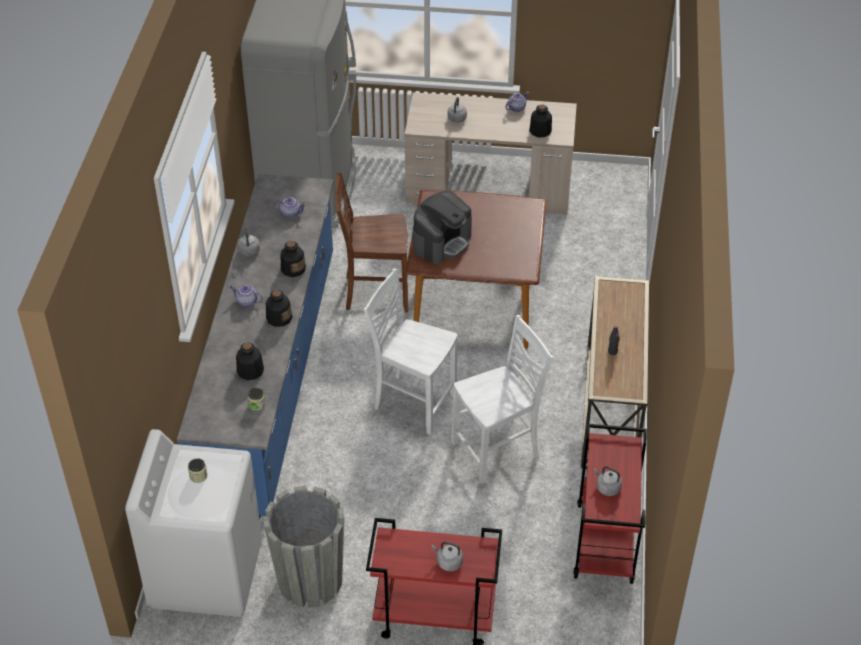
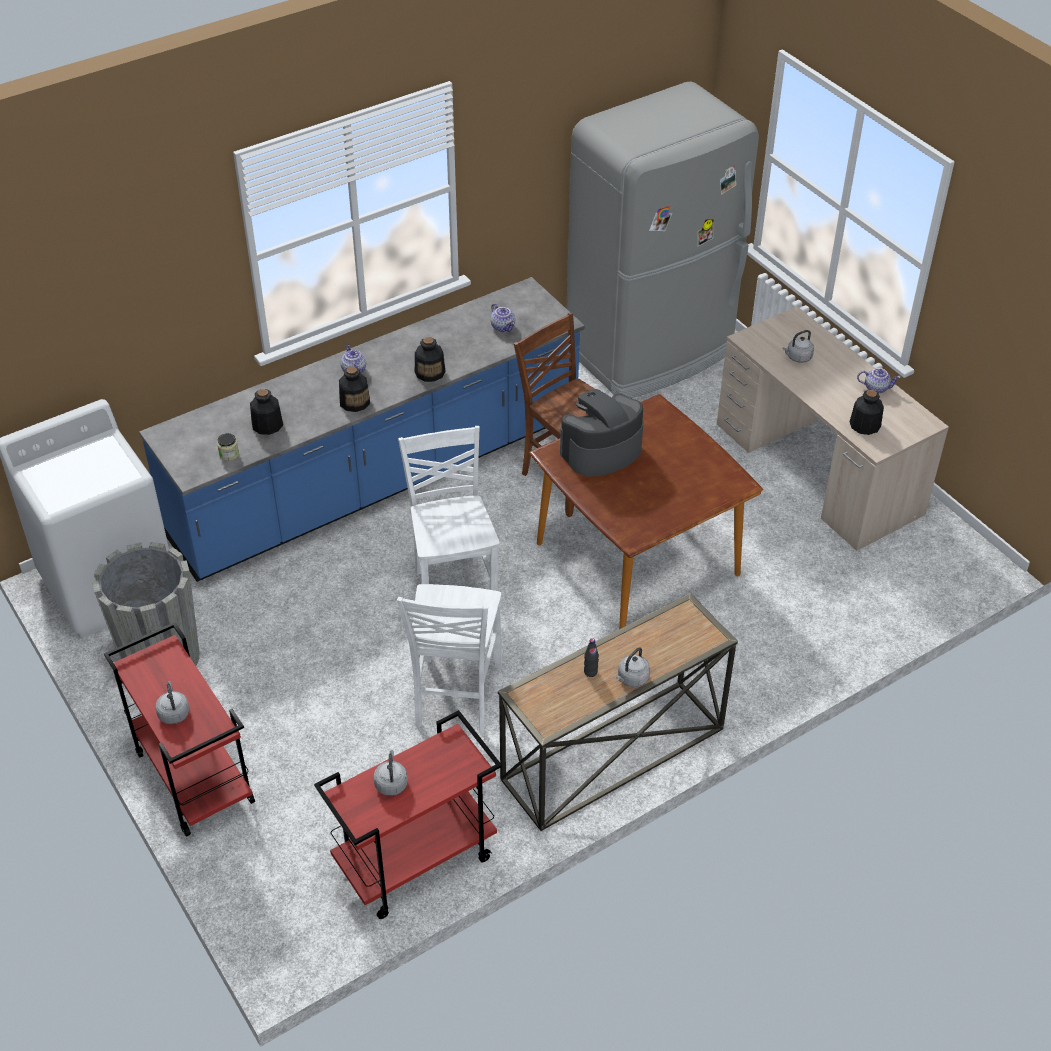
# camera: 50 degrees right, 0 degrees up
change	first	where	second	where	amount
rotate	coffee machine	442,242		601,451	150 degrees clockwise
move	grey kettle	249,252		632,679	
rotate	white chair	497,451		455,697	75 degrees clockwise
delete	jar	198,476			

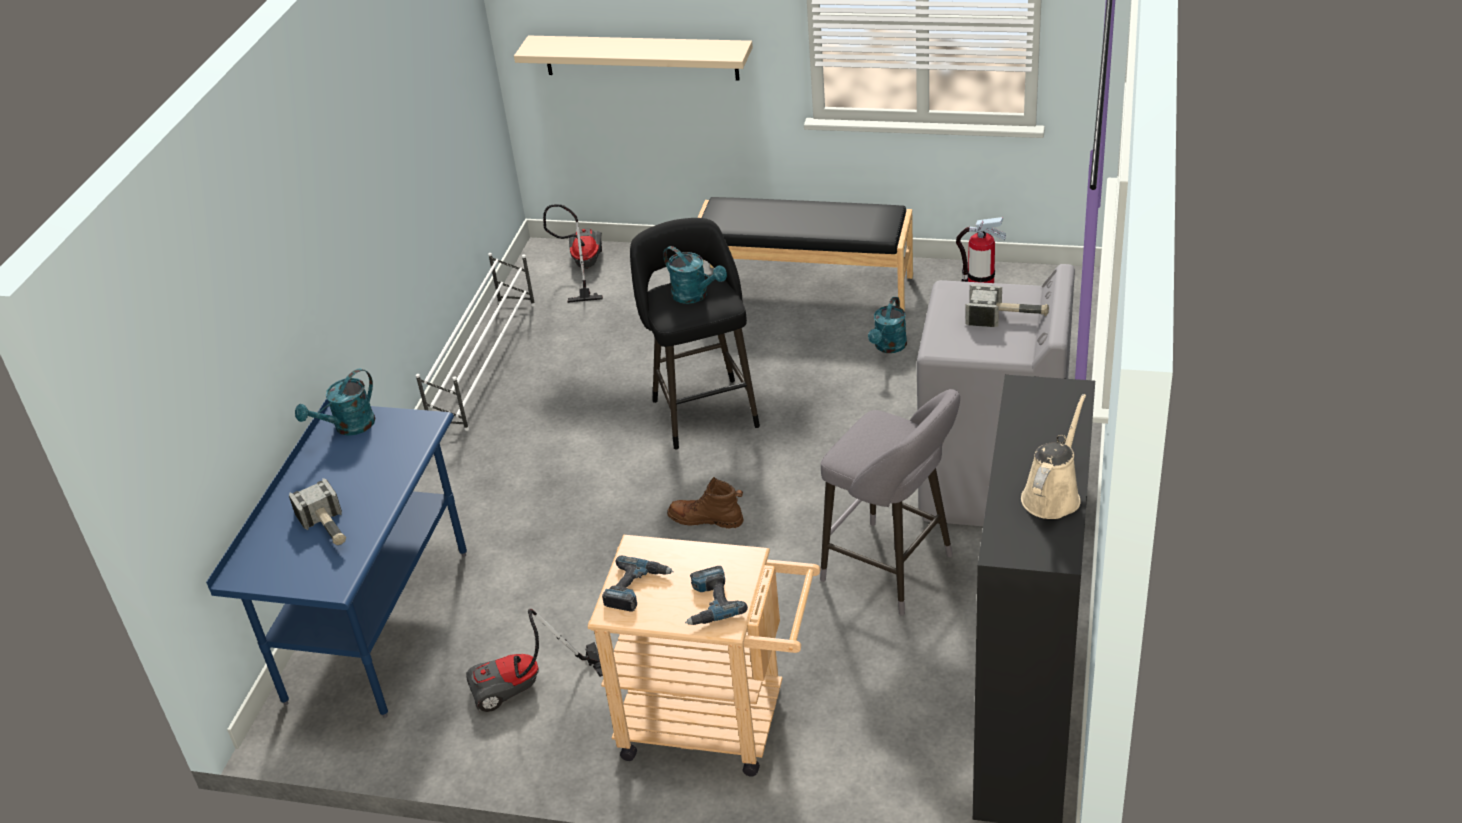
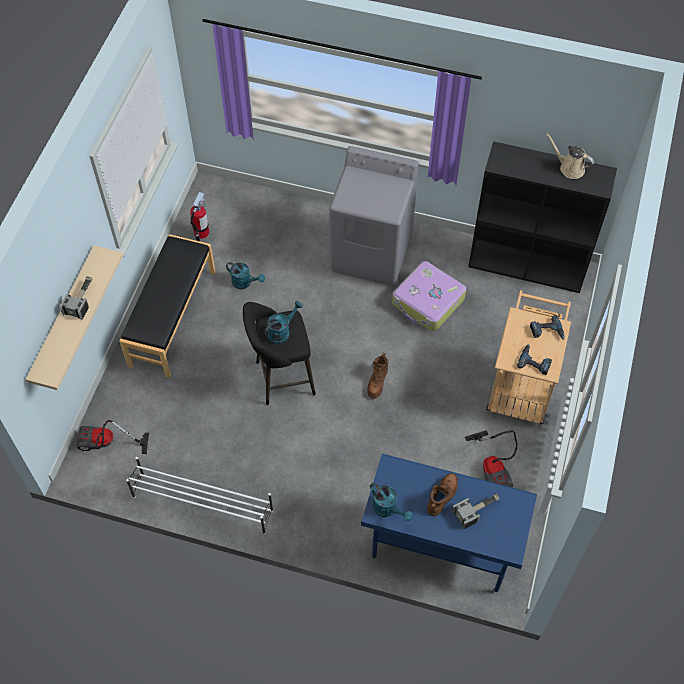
# camera: 90 degrees left, 20 degrees up
change	first	where	second	where	amount
move	hammer	1007,317		81,299	
replace	grey stool	893,570	suitcase	428,302	
insert			brown boot	442,496	

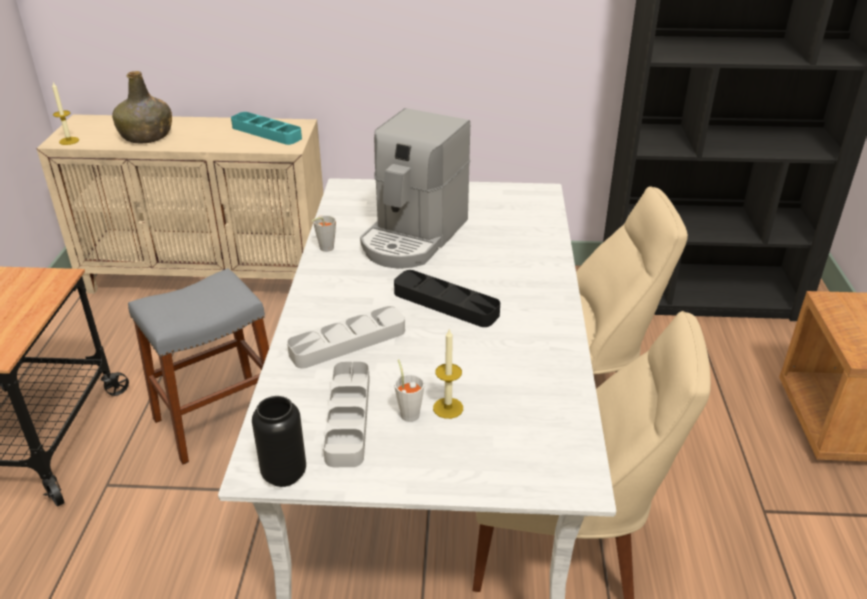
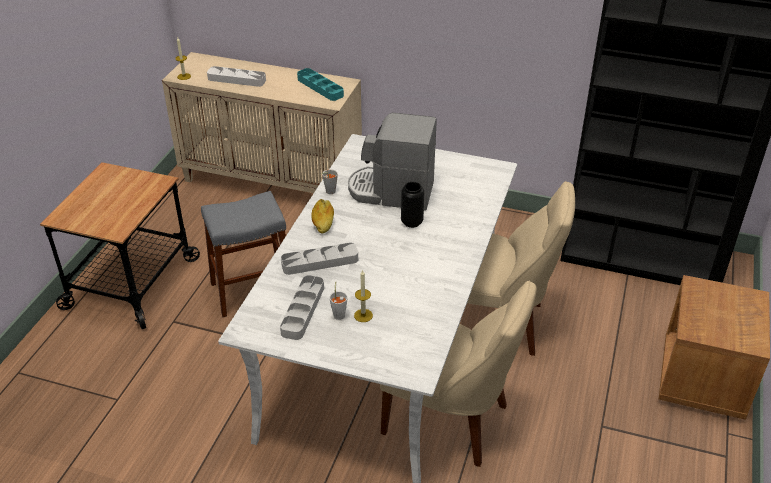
# camera: 15 degrees right, 5 degrees up
change	first	where	second	where	amount
replace	green bottle	147,136	white tray	236,79	
rotate	coffee machine	413,237		391,192	60 degrees clockwise
delete	black tray	445,303			
move	black vase	284,474		412,222	
insert			bread	323,221	

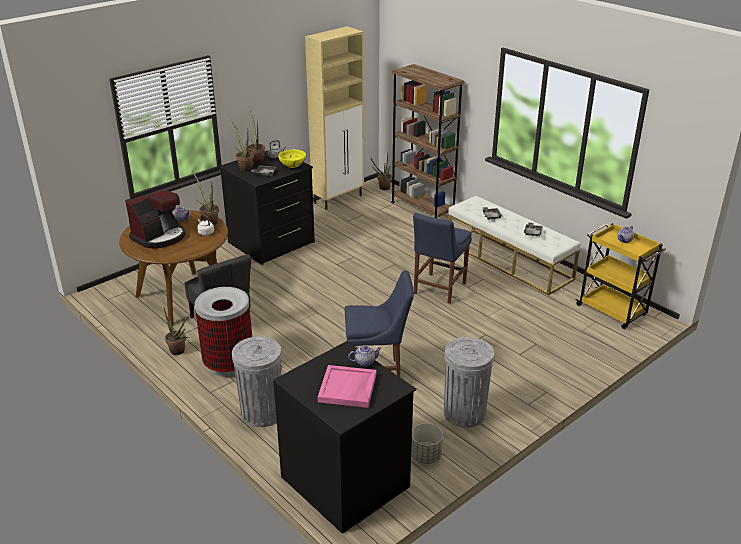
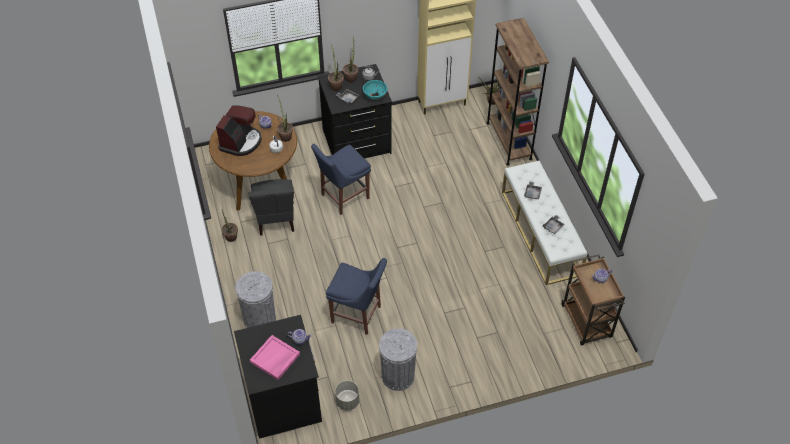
# camera: 25 degrees right, 20 degrees up
change	first	where	second	where	amount
recolor	yellow bowl	292,166	turquoise bowl	375,96	
rotate	coffee machine	159,237		241,142	45 degrees counterclockwise
move	blue chair	438,289		343,197	
recolor	yellow cart	612,311	brown cart	586,322	
delete	trash can	229,364			

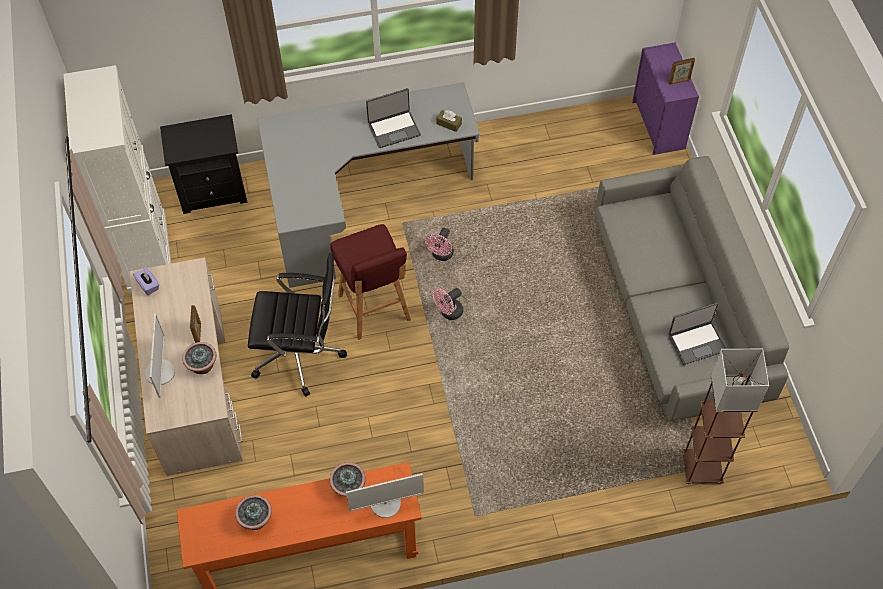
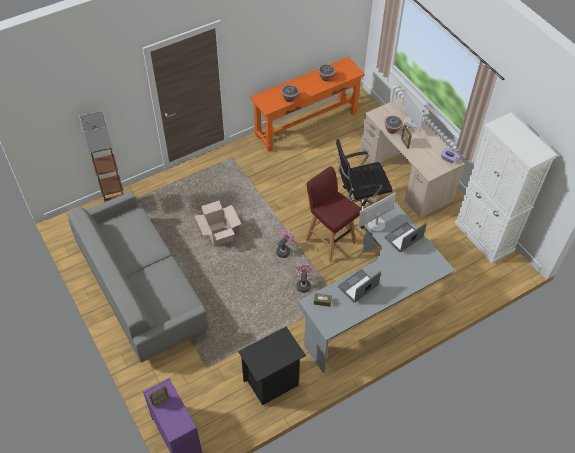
# camera: 160 degrees right, 5 degrees down
change	first	where	second	where	amount
move	black nightstand	213,191		272,383	
move	laptop	696,342		404,238	
move	monitor	386,503		375,224	
insert			cardboard box	218,234	

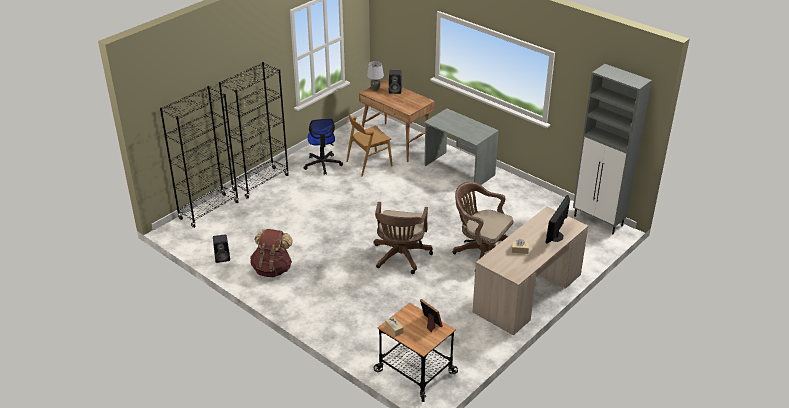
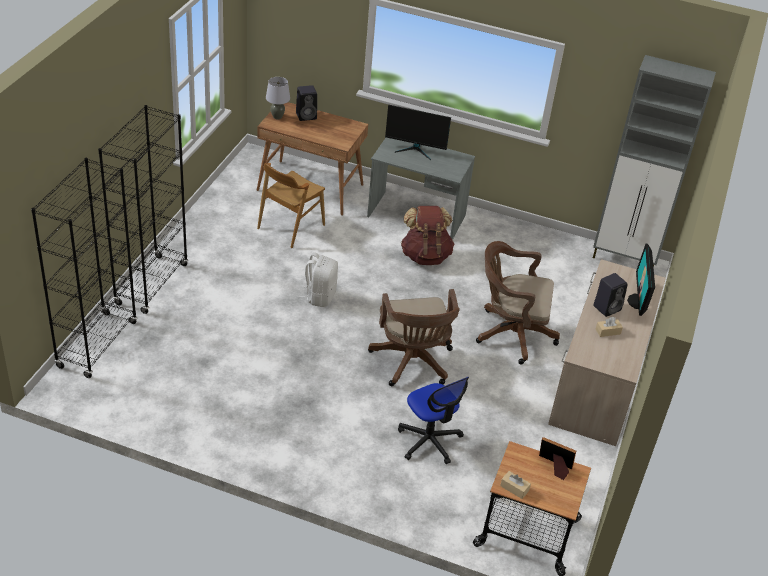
# camera: 25 degrees left, 5 degrees up
change	first	where	second	where	amount
move	office chair	323,164		429,441	
move	brown backpack	272,269		425,255	
move	black speaker	223,257		607,307	
insert			monitor	415,150	
insert			white backpack	320,296	

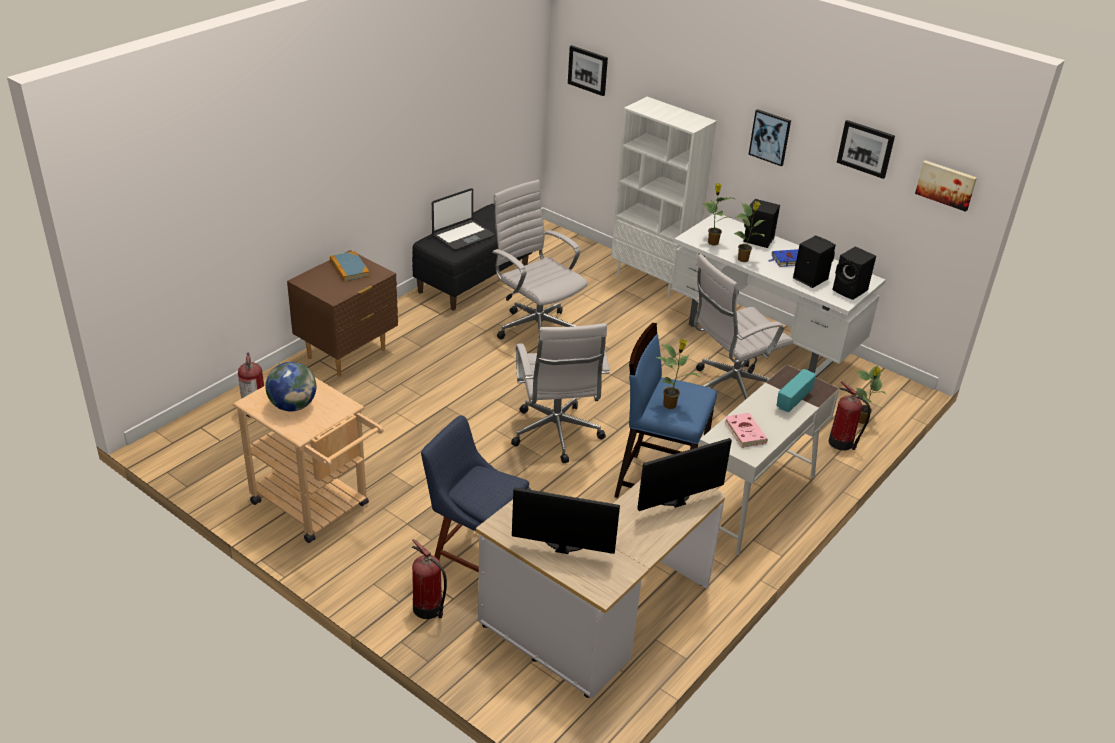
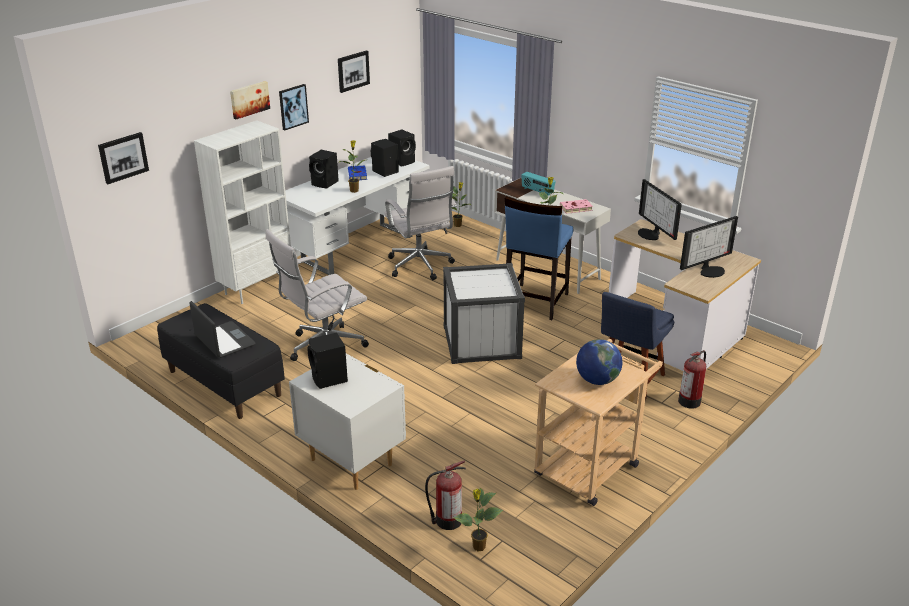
# camera: 85 degrees left, 5 degrees down
change	first	where	second	where	amount
move	picture	946,185		249,99	
move	potted plant	712,242		478,547	
recolor	brown nightstand	347,354	white nightstand	352,462	
replace	book	349,268	black speaker	329,379	
replace	white office chair	556,436	white storage box	482,342	
delete	fire extinguisher	842,443			
rotate	monitor	563,544		710,270	135 degrees counterclockwise

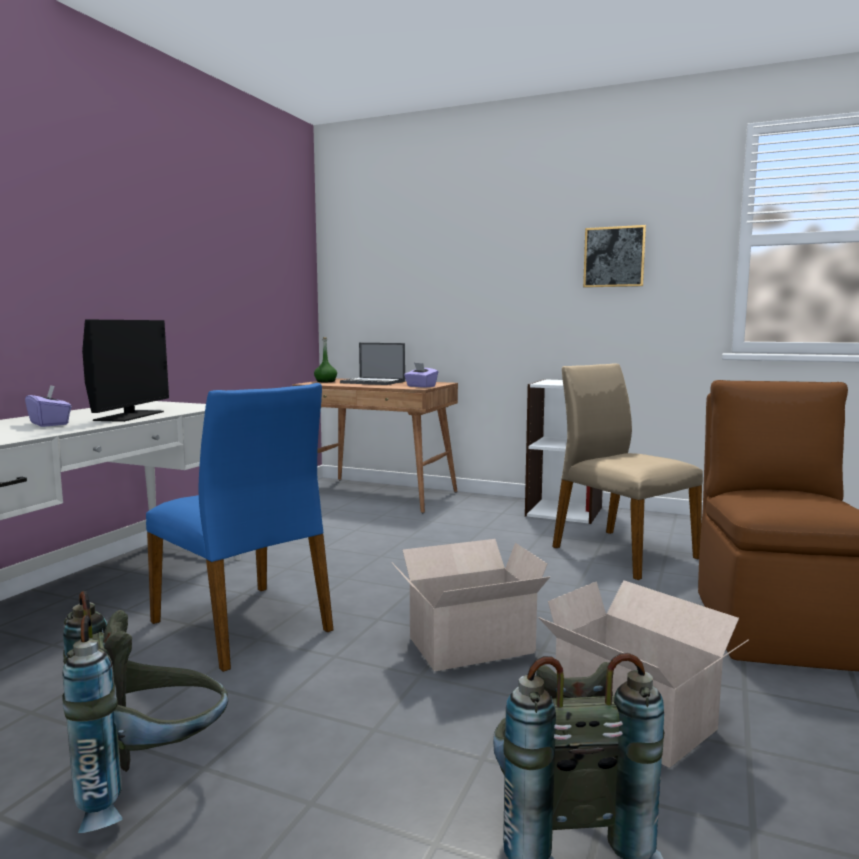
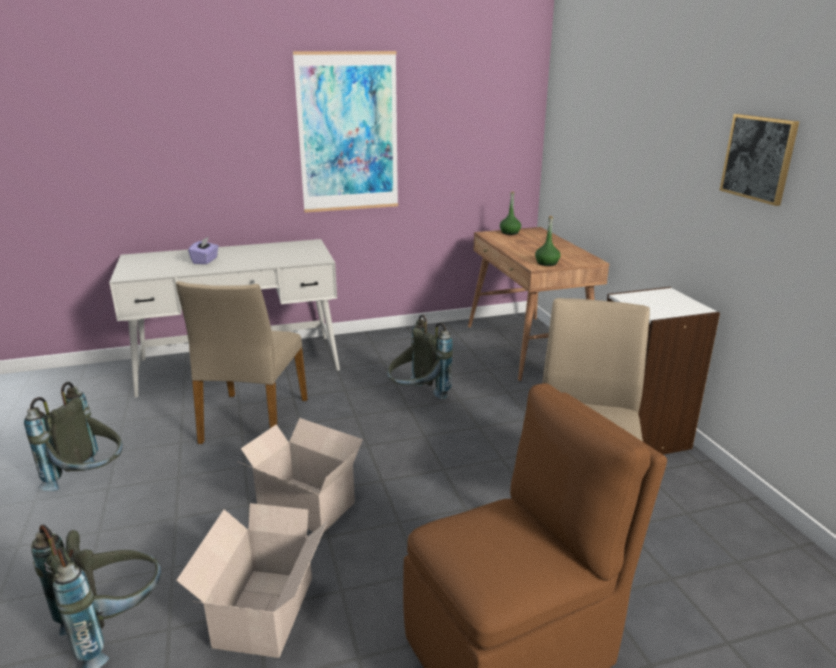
# camera: 50 degrees right, 15 degrees up
change	first	where	second	where	amount
delete	monitor	130,416			
delete	laptop	374,382			
replace	purple tissue box	420,386	green bottle	547,263	
recolor	blue chair	244,625	beige chair	253,420	
insert			picture	348,133	
insert			grey backpack	417,397	

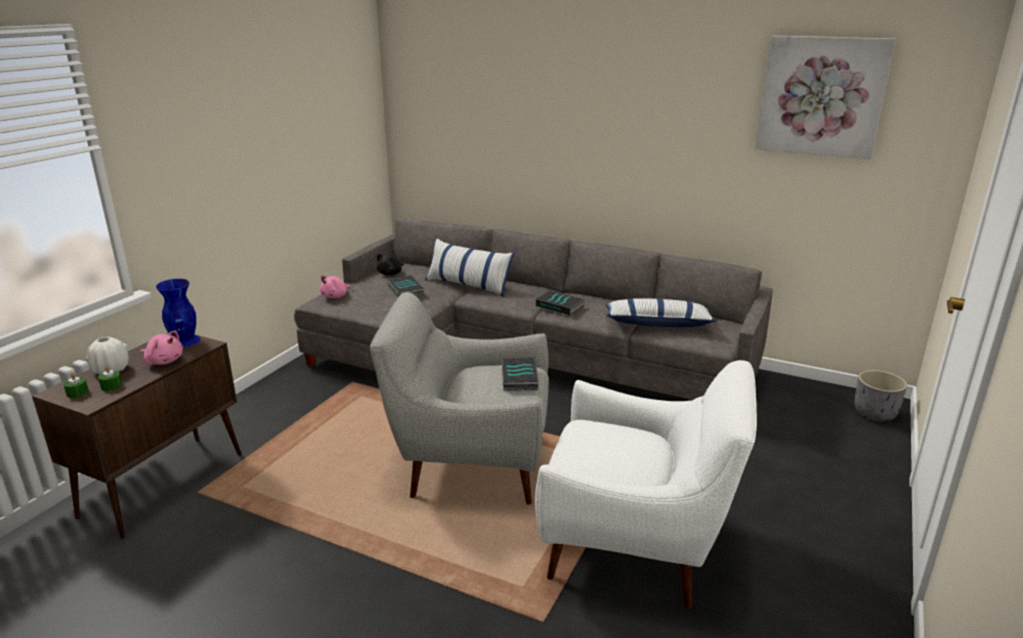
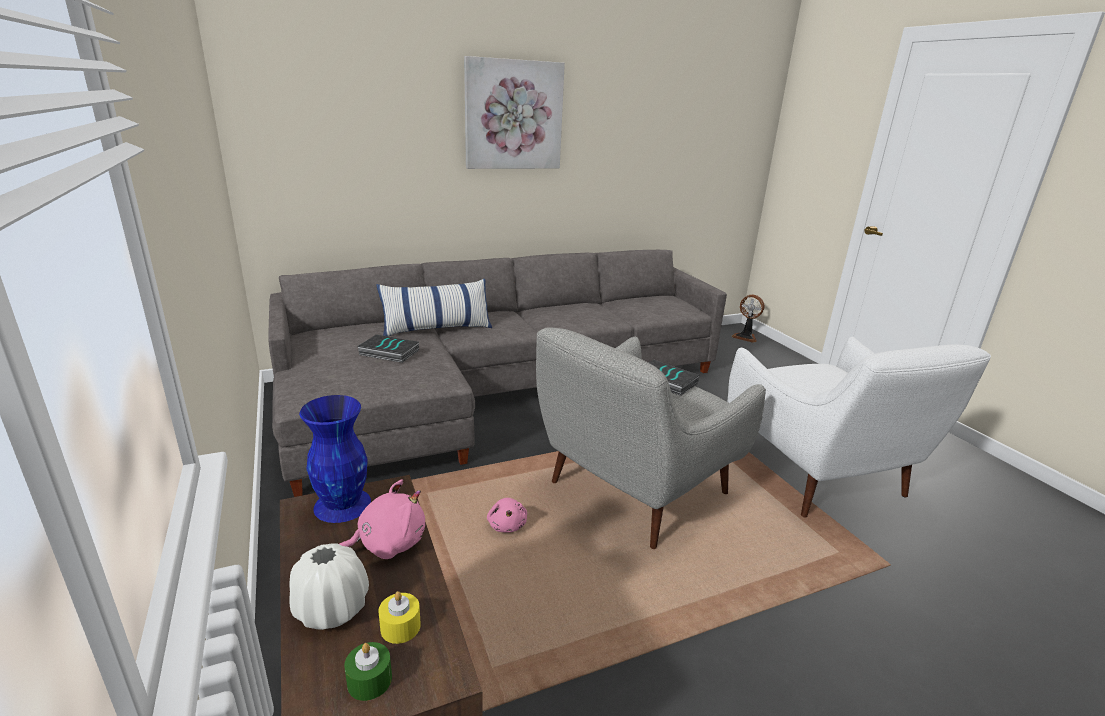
# camera: 50 degrees left, 0 degrees up
change	first	where	second	where	amount
move	picture	821,96		513,115	
delete	black plush toy	390,274			
move	pink plush toy	336,296		507,524	
delete	book	560,306			
delete	pillow	657,324			
rotate	white armchair	637,546		820,477	105 degrees clockwise
recolor	green candle	111,386	yellow candle	400,627	
replace	grey planter	875,414	fan	745,337	

